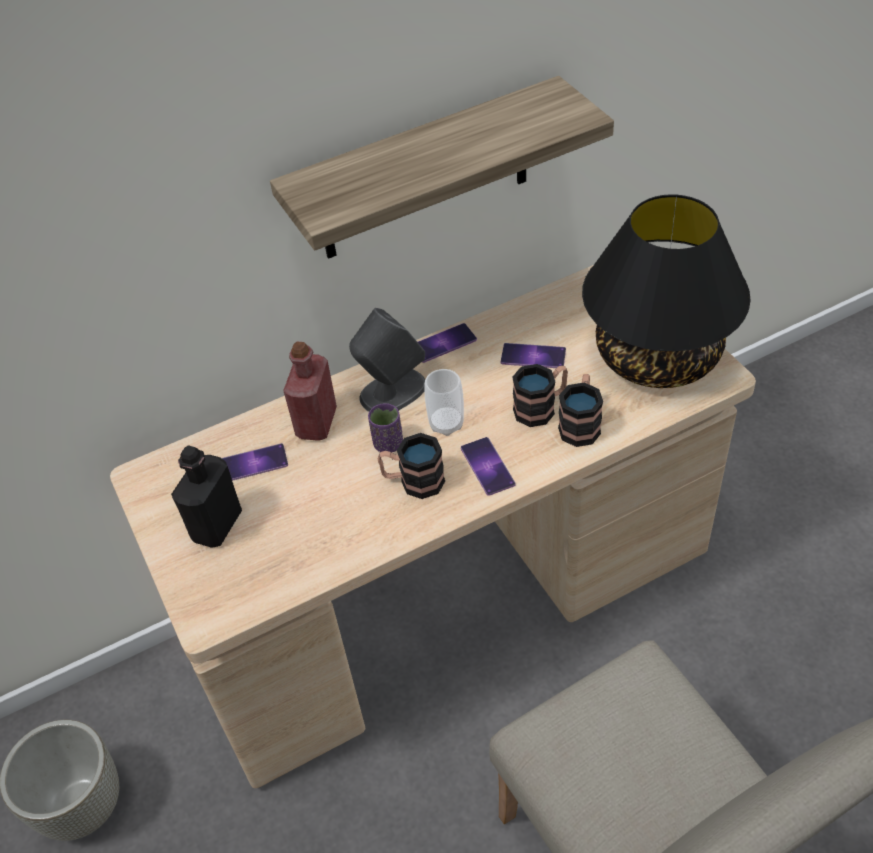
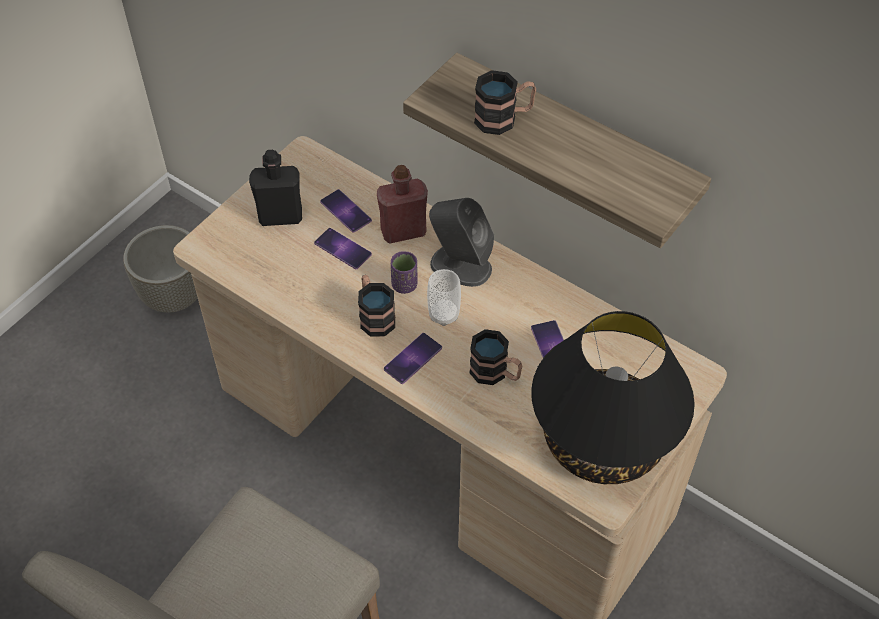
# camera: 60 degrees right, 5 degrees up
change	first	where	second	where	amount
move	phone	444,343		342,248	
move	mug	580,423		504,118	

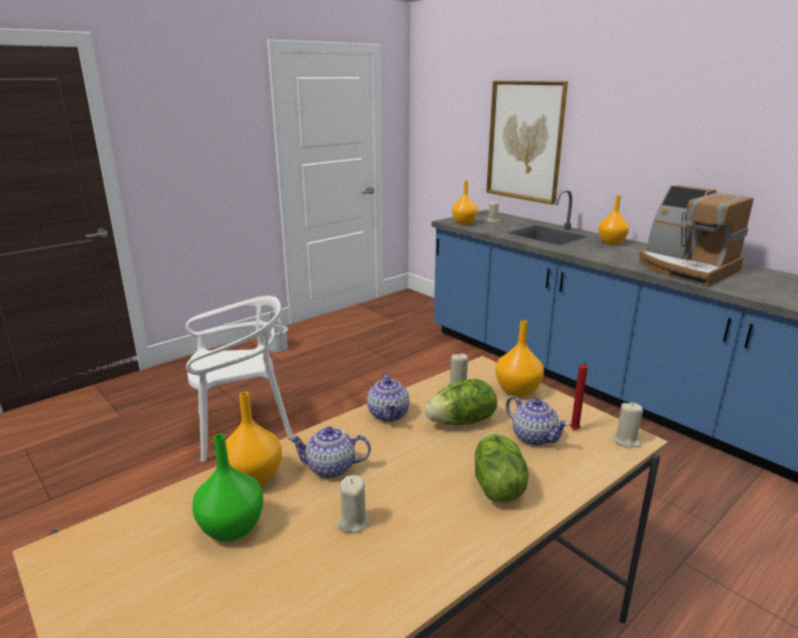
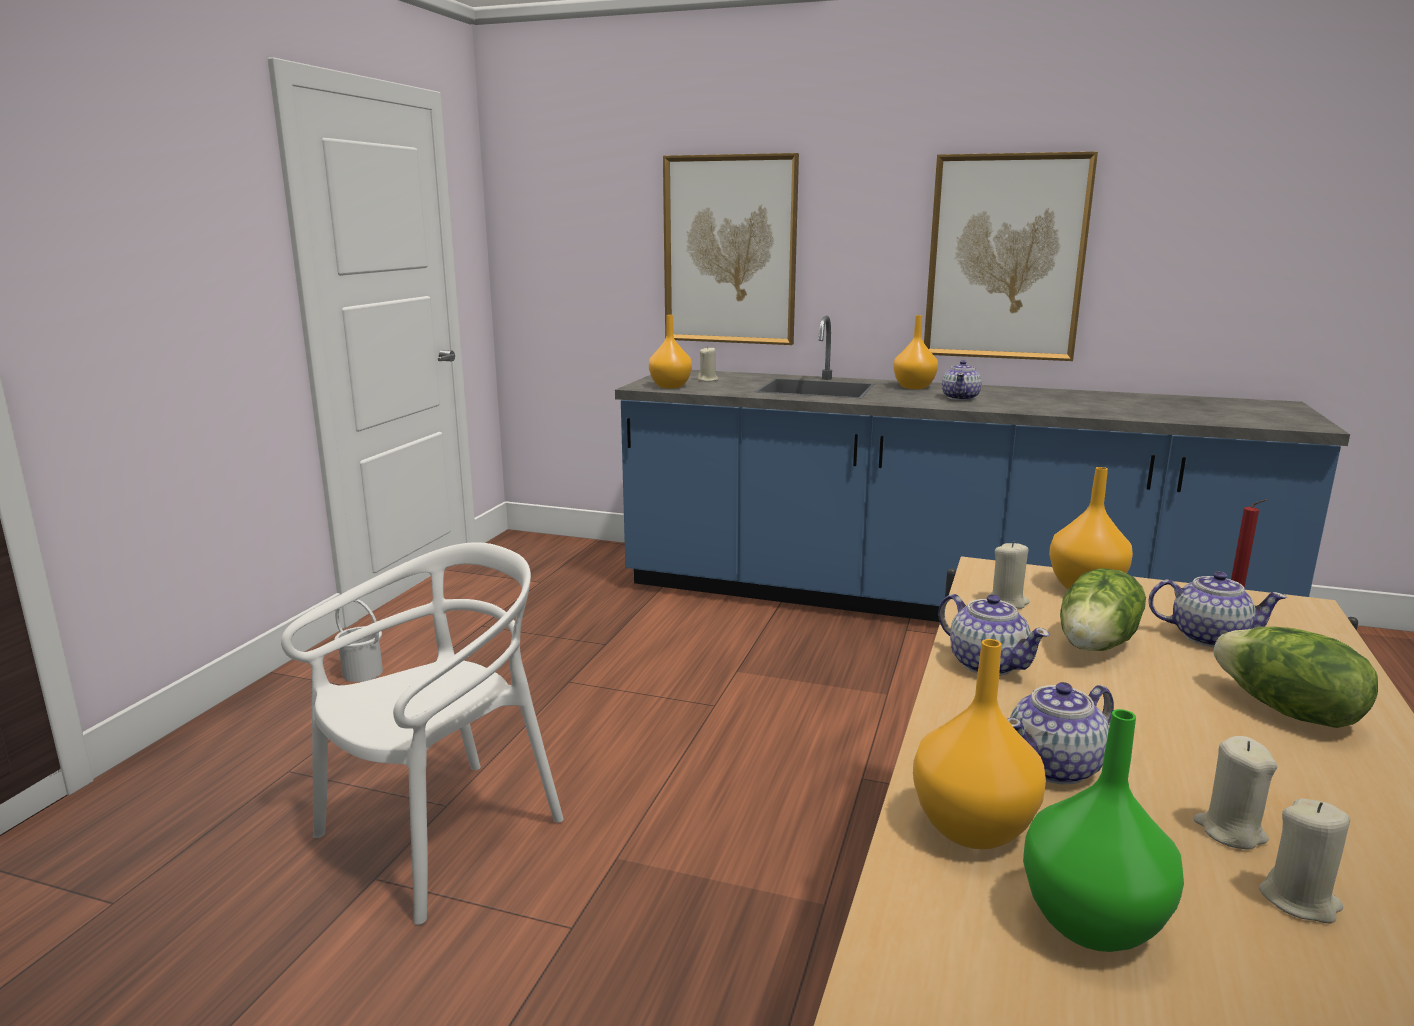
# camera: 30 degrees left, 5 degrees down
change	first	where	second	where	amount
delete	coffee machine	686,269			
move	beige candle	626,441		1299,900	
insert			picture	1005,258	
insert			teapot	961,398	

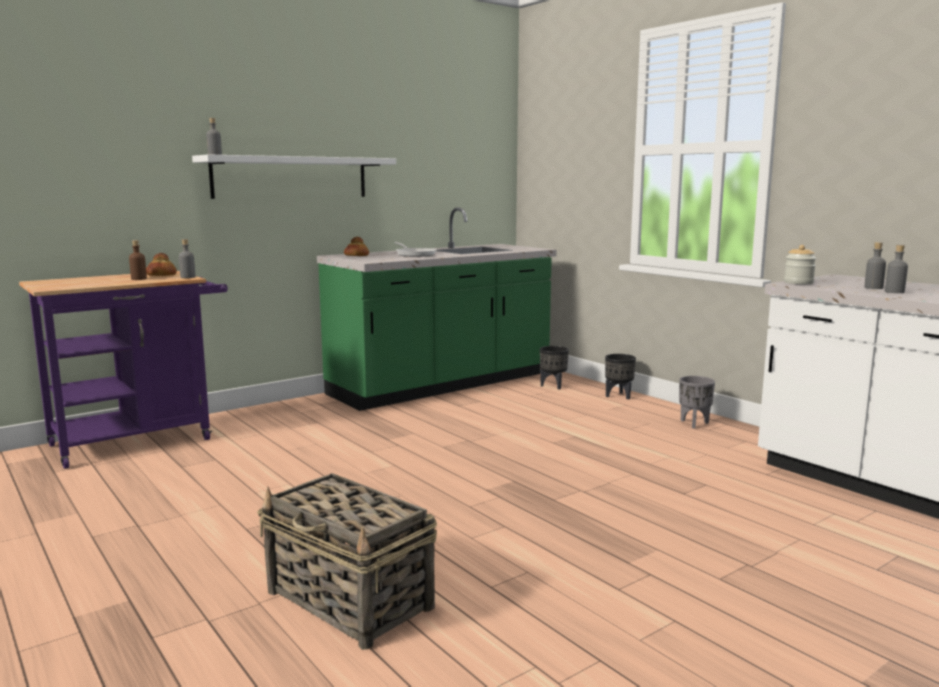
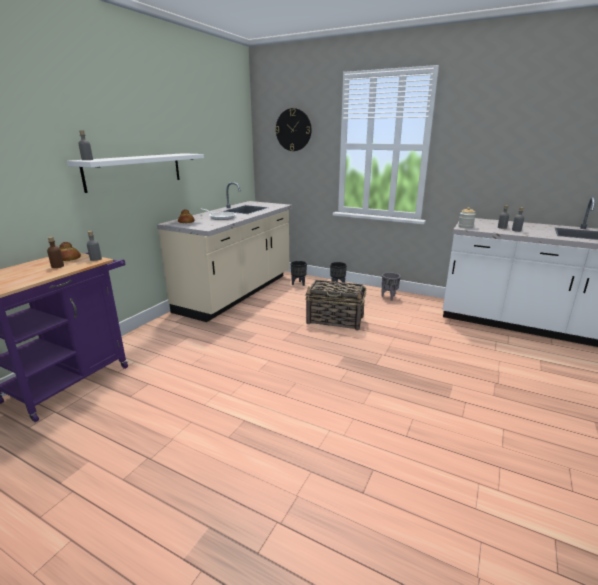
# camera: 25 degrees left, 10 degrees up
change	first	where	second	where	amount
recolor	green counter	442,385	beige counter	237,293	
move	basket	350,601		335,320	
insert			wall clock	293,130	

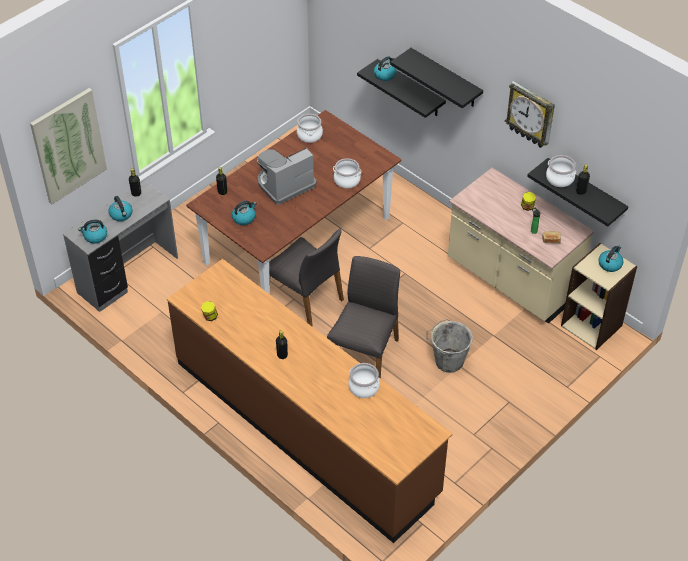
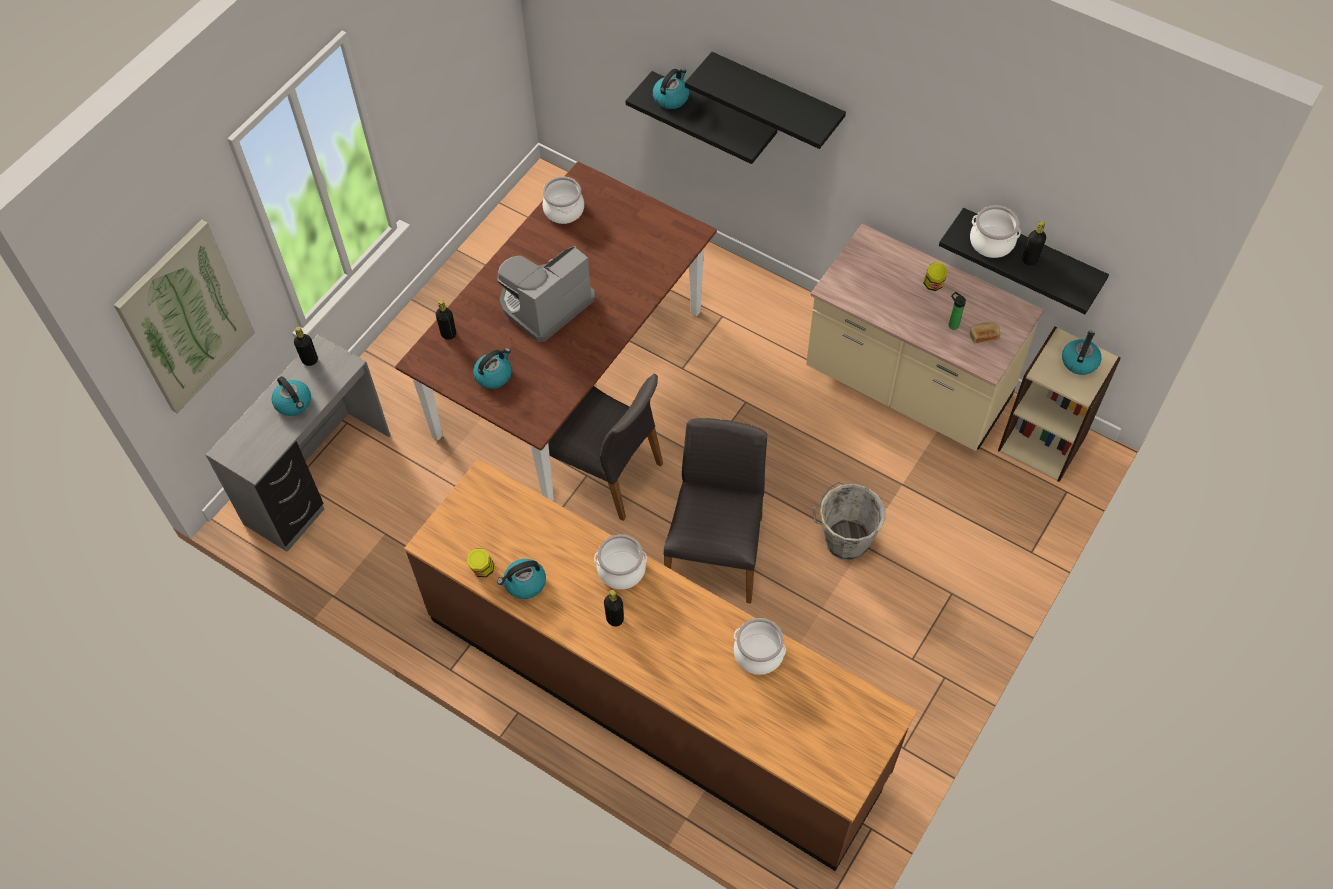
# camera: 10 degrees left, 10 degrees up
change	first	where	second	where	amount
delete	wall clock	531,114			
move	cooking pot	347,180		621,570	
move	kettle	95,236		524,583	

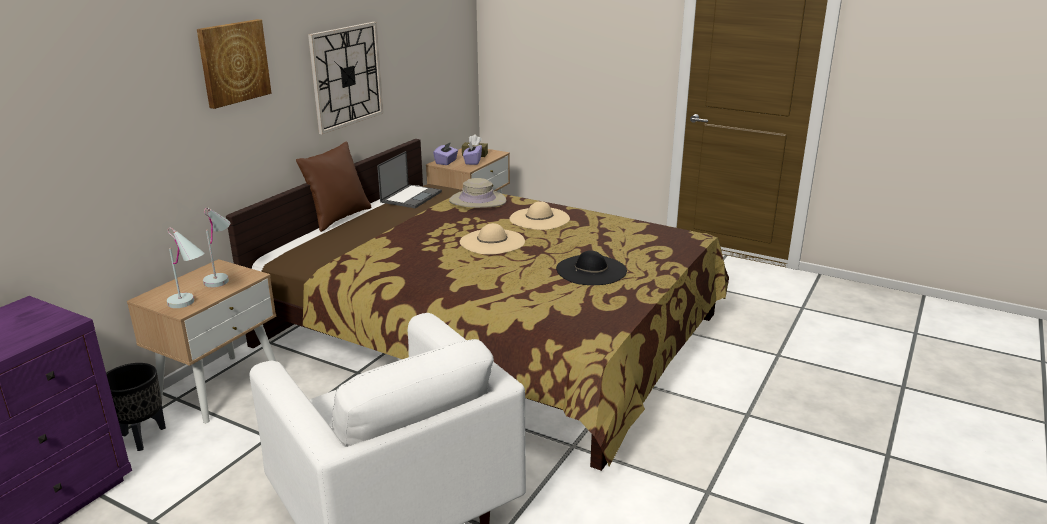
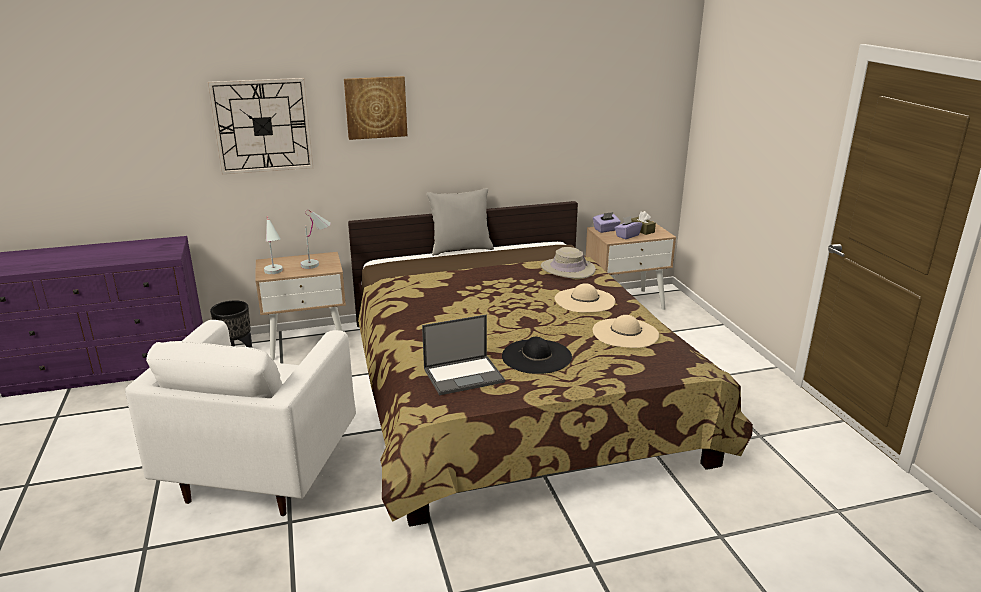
# camera: 45 degrees right, 0 degrees up
change	first	where	second	where	amount
move	wall clock	346,76		262,126	
recolor	brown pillow	338,218	grey pillow	461,249	
move	laptop	411,196		464,375	
move	beige hat	492,242		625,333	

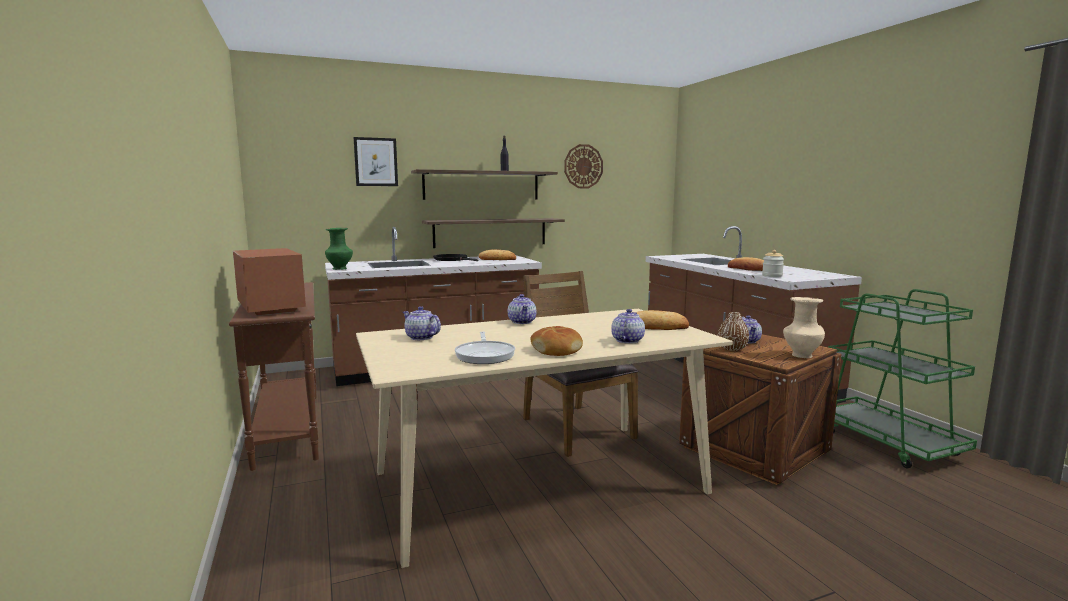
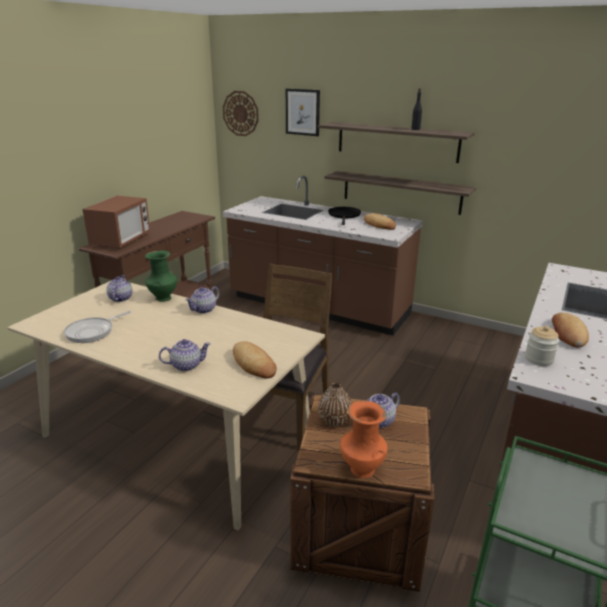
# camera: 50 degrees right, 15 degrees up
change	first	where	second	where	amount
move	wall clock	583,166		240,113	
move	green vase	340,269		163,299	
recolor	beige vase	801,355	orange vase	361,469	
delete	bread	556,350			

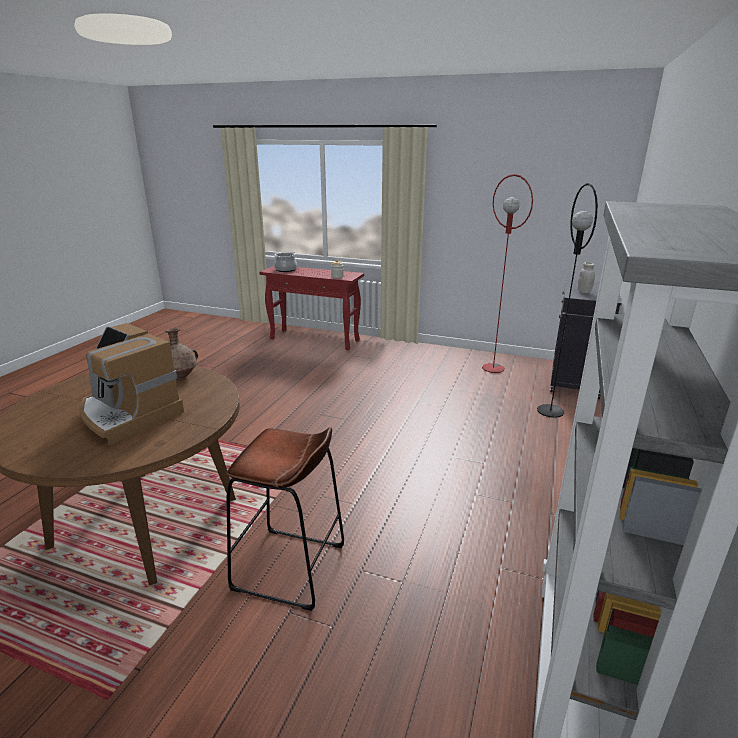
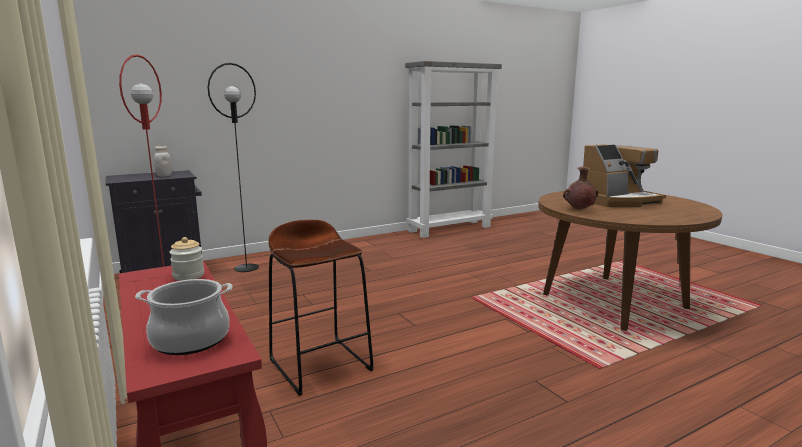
# camera: 140 degrees left, 10 degrees down
change	first	where	second	where	amount
rotate	coffee machine	128,414		618,201	75 degrees clockwise
move	brown stool	289,567		320,364	

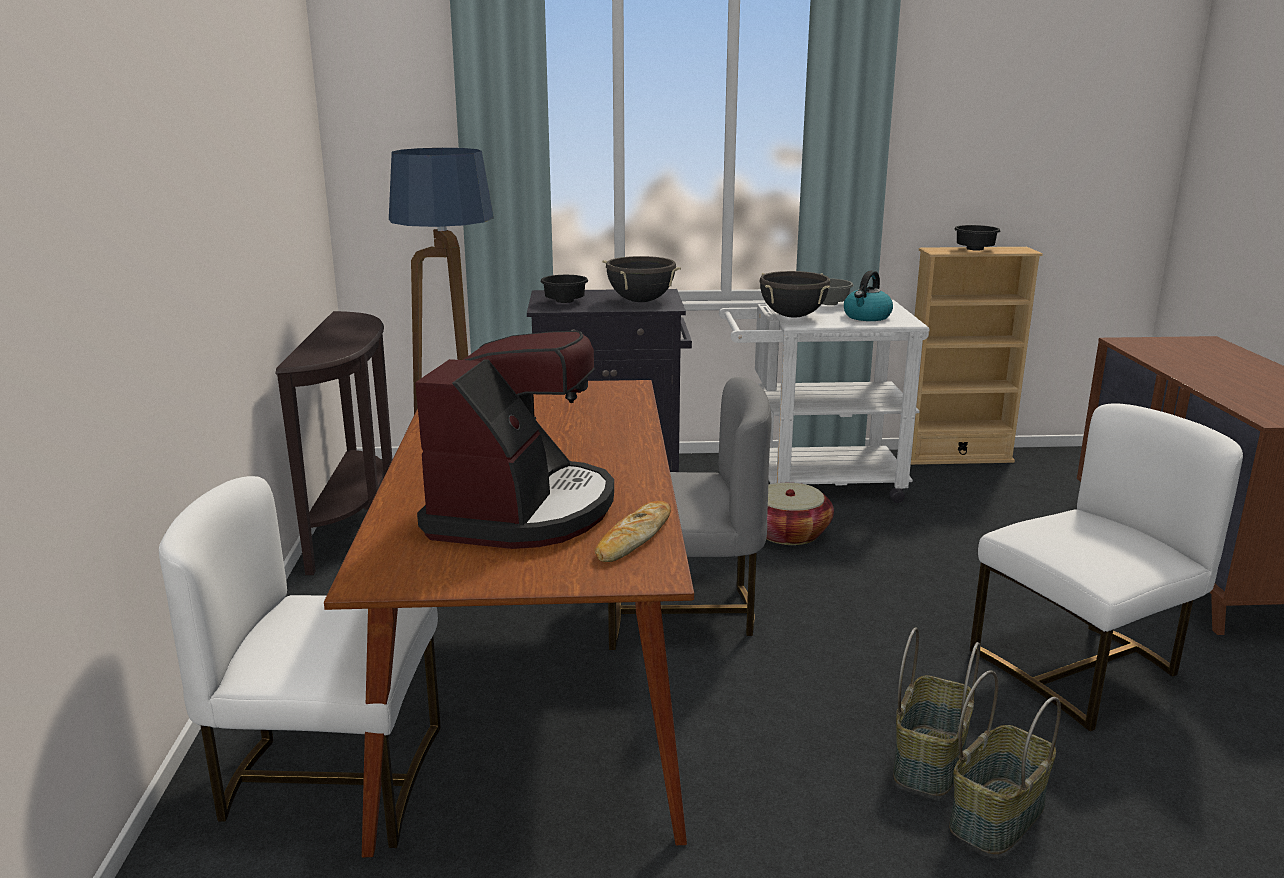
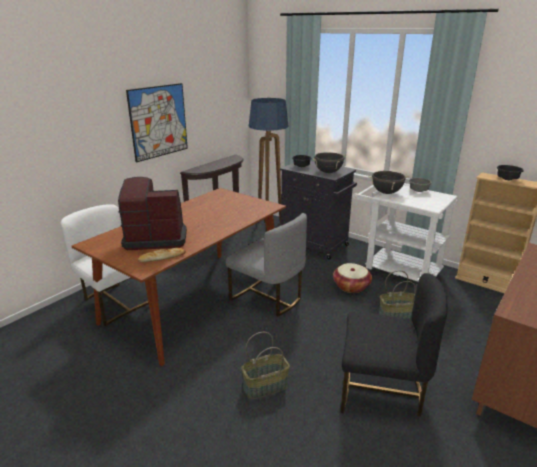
# camera: 40 degrees right, 5 degrees up
change	first	where	second	where	amount
delete	kettle	867,317			
rotate	coffee machine	522,511		155,238	150 degrees counterclockwise
recolor	white chair	1082,669	black chair	381,391	
move	basket	996,815		397,316	
insert			picture	159,121	

